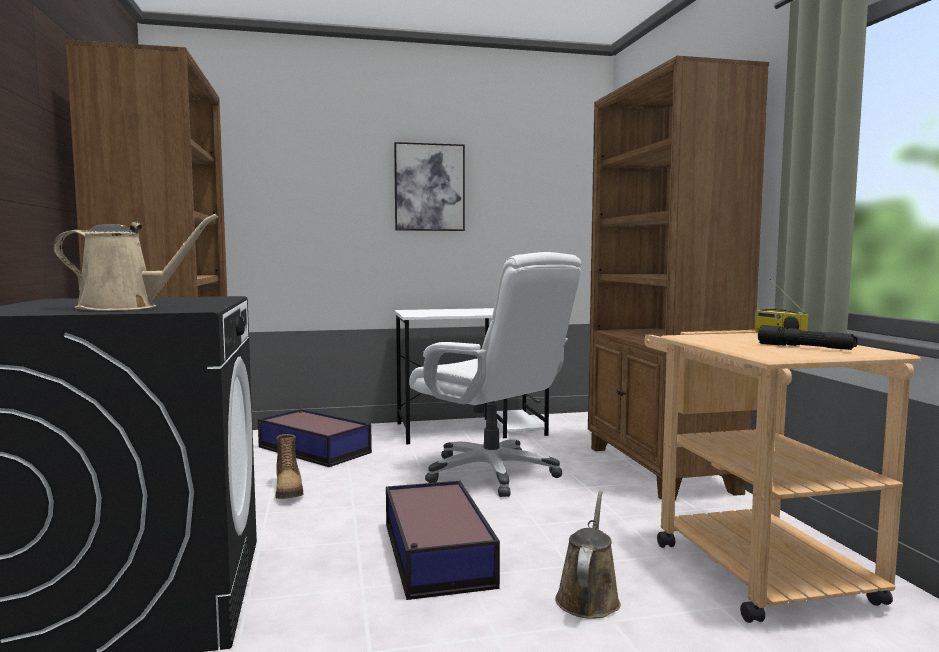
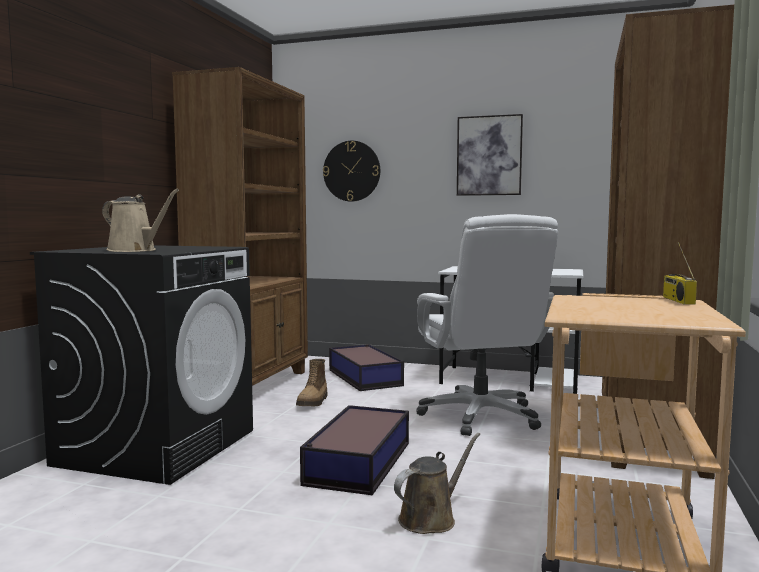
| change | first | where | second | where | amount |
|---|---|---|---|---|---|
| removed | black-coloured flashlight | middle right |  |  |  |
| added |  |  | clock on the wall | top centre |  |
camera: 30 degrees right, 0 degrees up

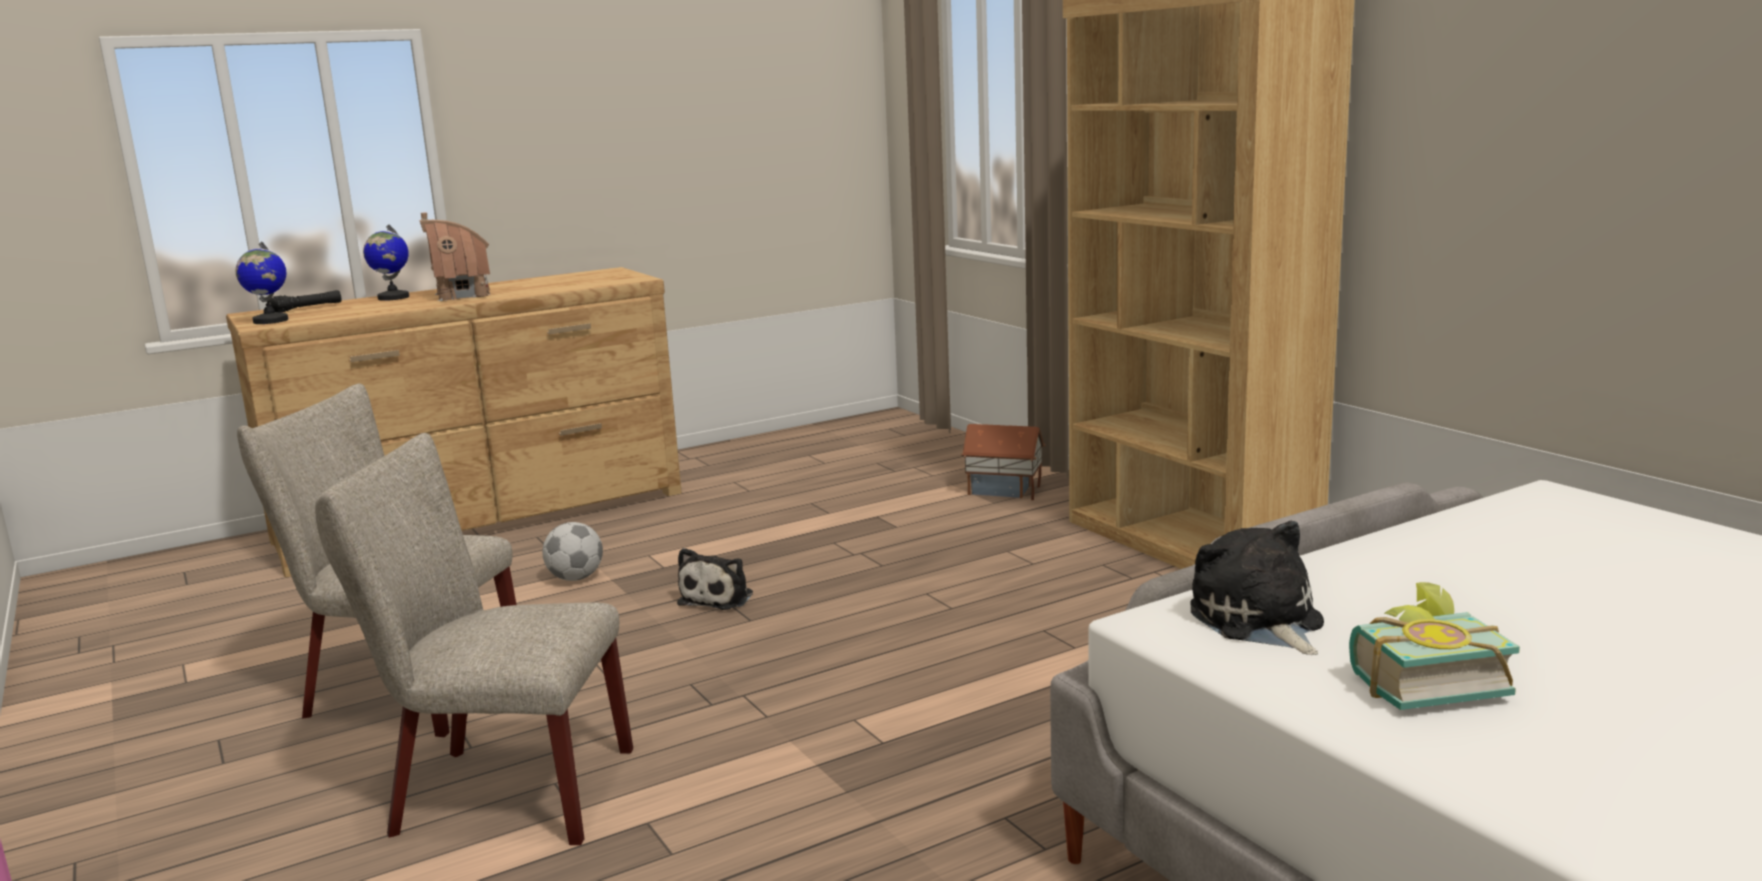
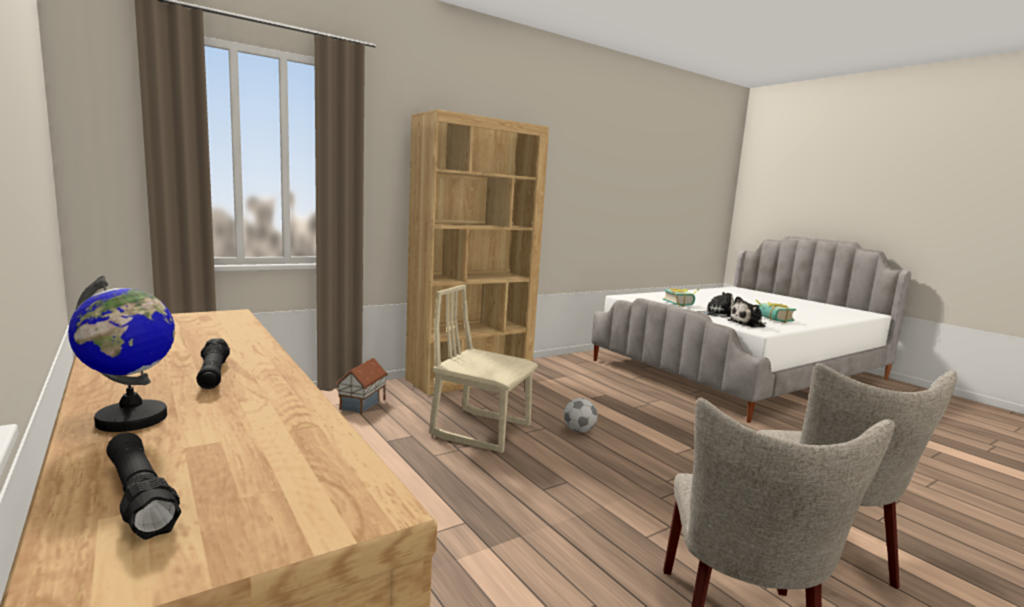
| change | first | where | second | where | amount |
|---|---|---|---|---|---|
| removed | globe (1st from left) | top left |  |  |  |
| added |  |  | beige-coloured plain chair (1st from left) | centre |  |
| added |  |  | bound book (1st from left) | centre |  |
| moved | football ball | middle left |  | bottom centre |  |
| moved | plush toy (1st from left) | centre |  | middle right |  |
| replaced | toy house (1st from left) | top left | black-coloured flashlight (2nd from left) | middle left |  |
camera: 95 degrees left, 5 degrees down

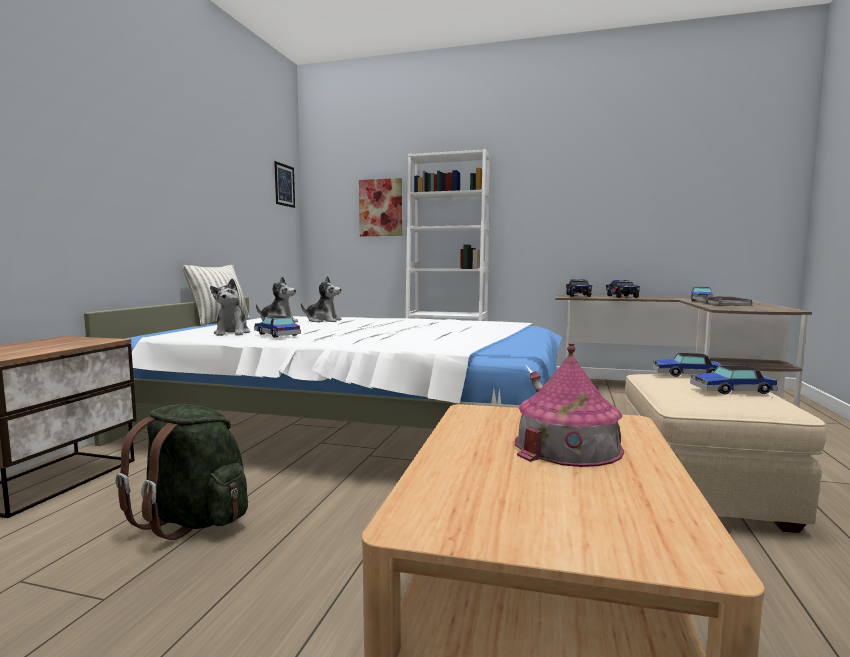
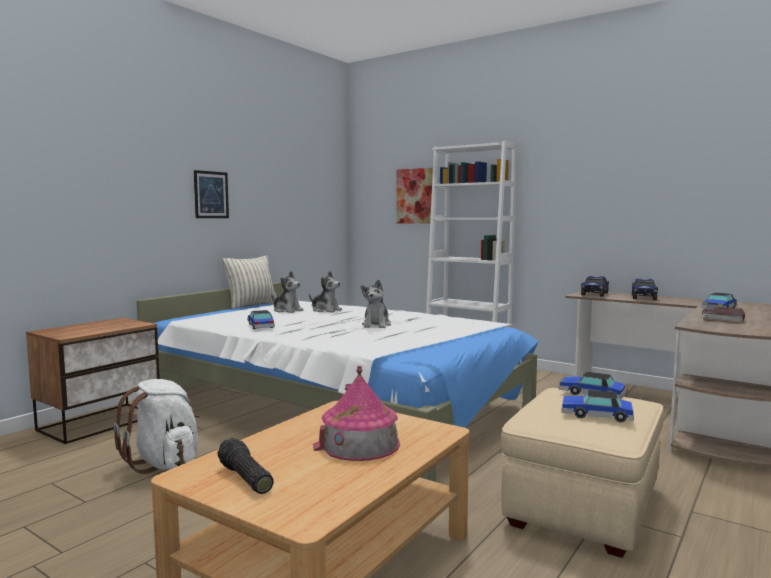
| change | first | where | second | where | amount |
|---|---|---|---|---|---|
| added |  |  | flashlight | bottom left |  |
| moved | plush toy (1st from left in the first image) | middle left | plush toy (3rd from left) | centre |  |
| moved | wall art (1st from left) | top centre |  | middle left |  |
| recoloured | green-coloured backpack | bottom left | white-coloured backpack | bottom left |  |
camera: 20 degrees right, 0 degrees up

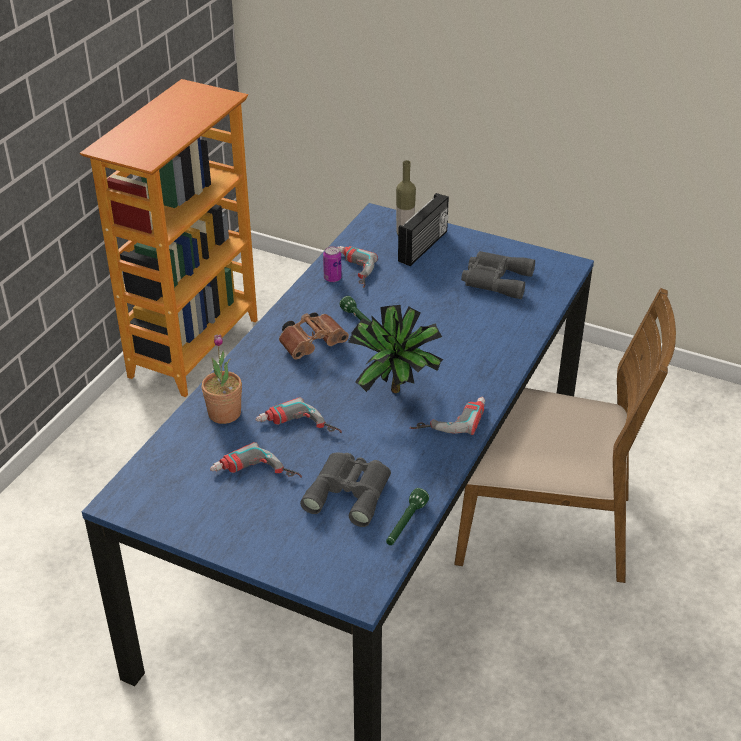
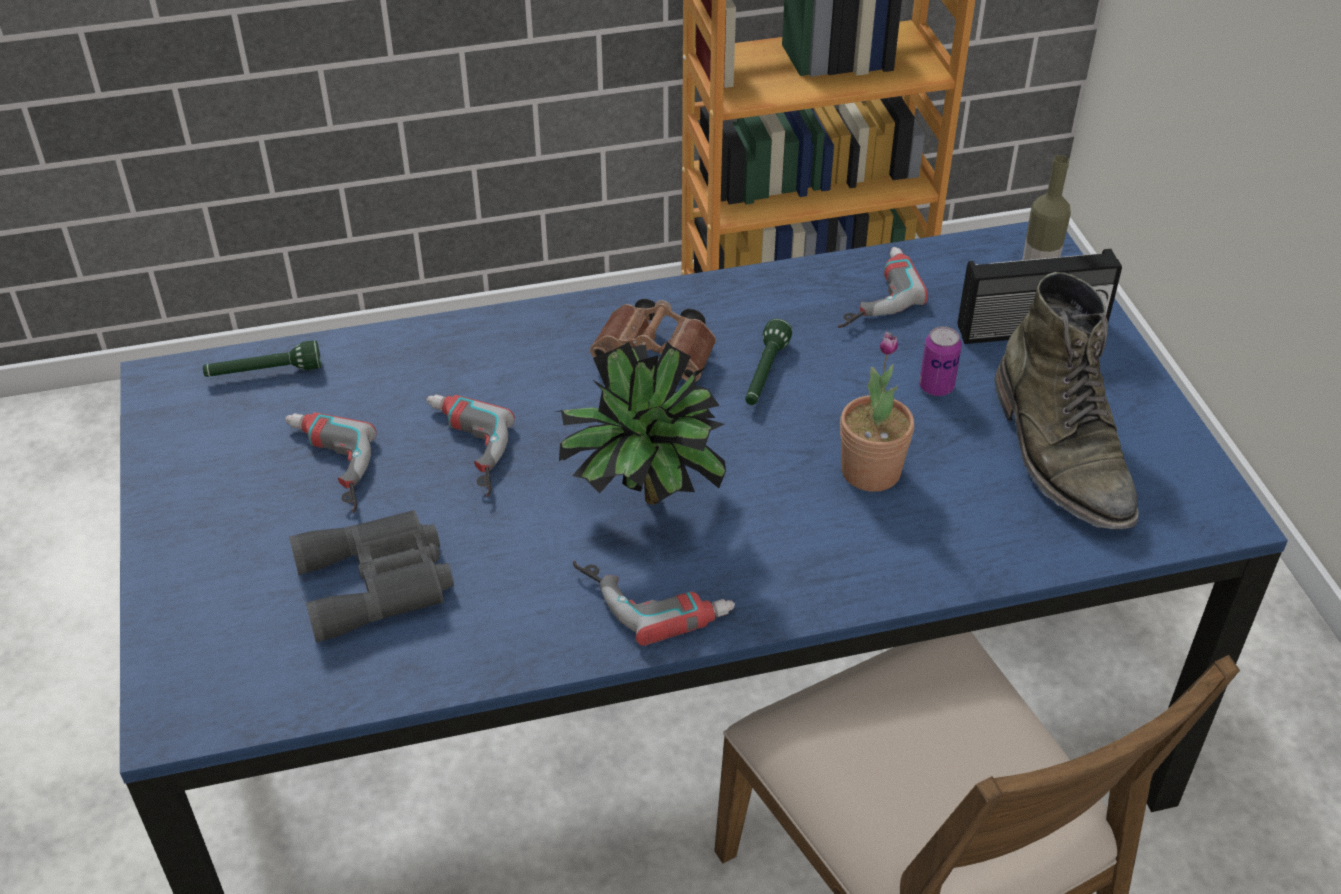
| change | first | where | second | where | amount |
|---|---|---|---|---|---|
| moved | potted plant (1st from left in the first image) | middle left | potted plant (2nd from left) | centre |  |
| moved | can | centre |  | middle right |  |
| moved | green-coloured flashlight (2nd from left in the first image) | bottom centre | green-coloured flashlight (1st from left) | middle left |  |
| replaced | gray field glasses (2nd from left) | middle right | green-coloured boot | middle right |  |
camera: 50 degrees right, 5 degrees up

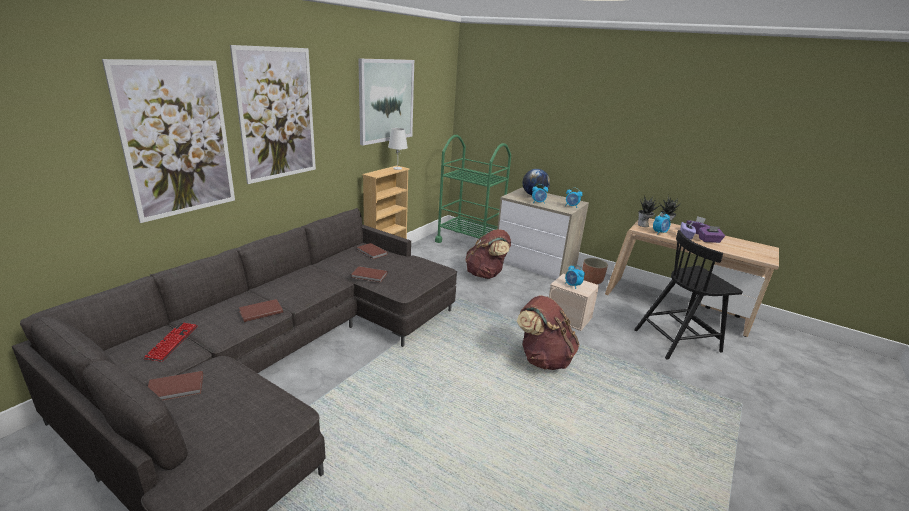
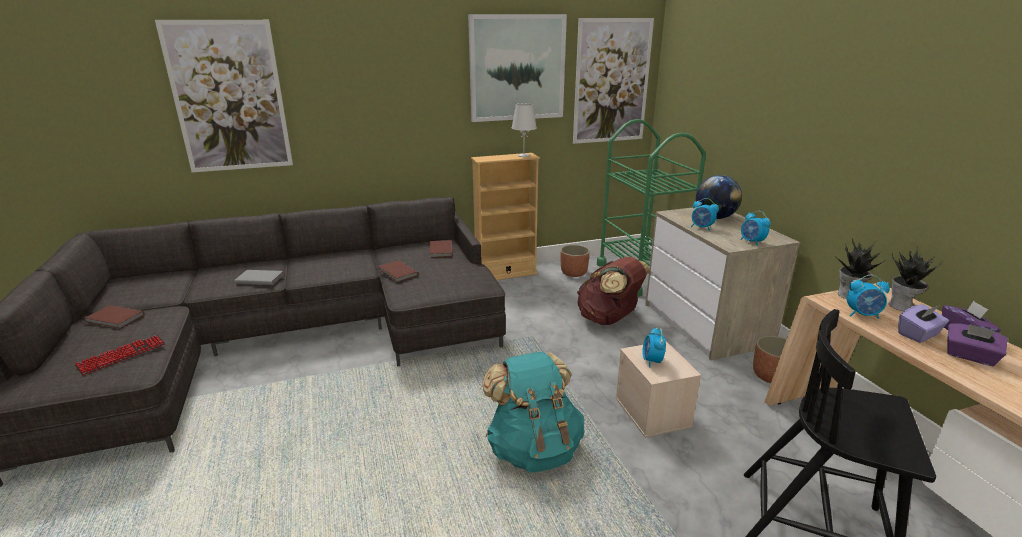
| change | first | where | second | where | amount |
|---|---|---|---|---|---|
| added |  |  | planter (1st from left) | centre |  |
| moved | computer keyboard | bottom left |  | middle left |  |
| moved | wall art (2nd from left in the first image) | top left | wall art (3rd from left) | top centre |  |
| recoloured | brown-coloured bound book (2nd from left) | middle left | gray bound book | middle left |  |
| recoloured | brown-coloured backpack (2nd from left) | centre | turquoise-coloured backpack | bottom centre |  |
camera: 40 degrees right, 0 degrees up

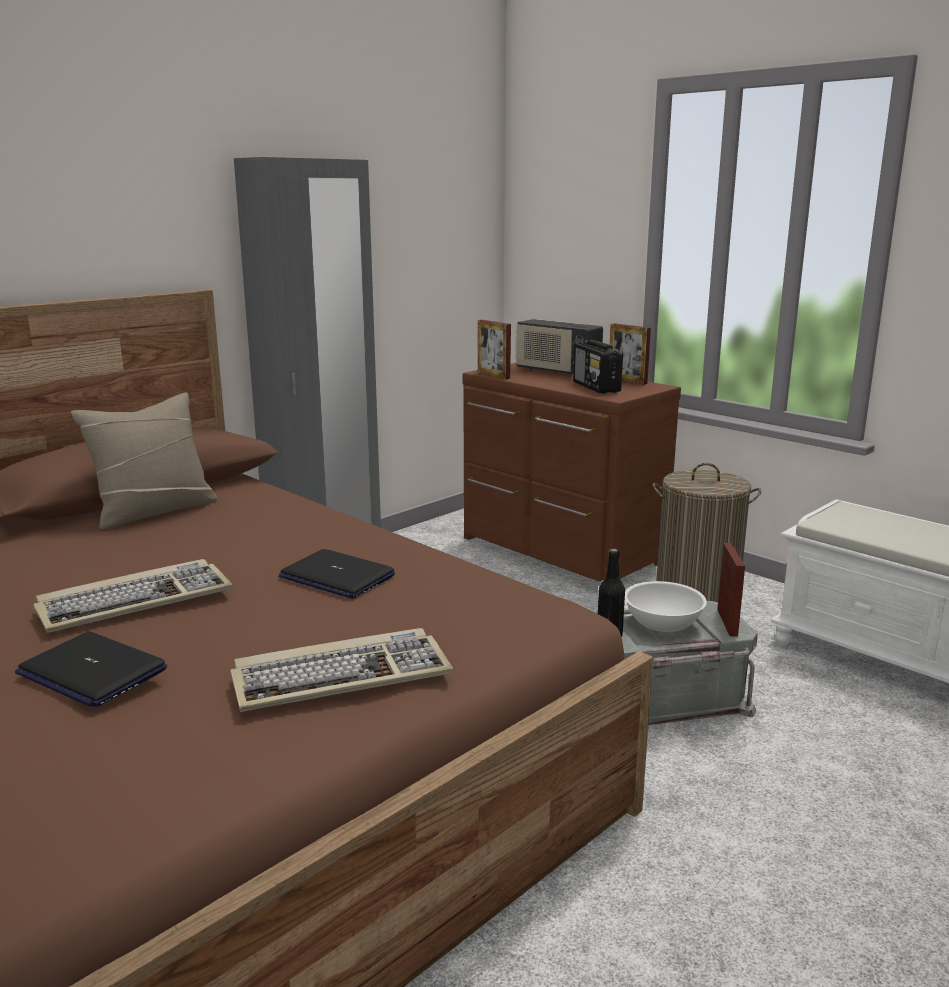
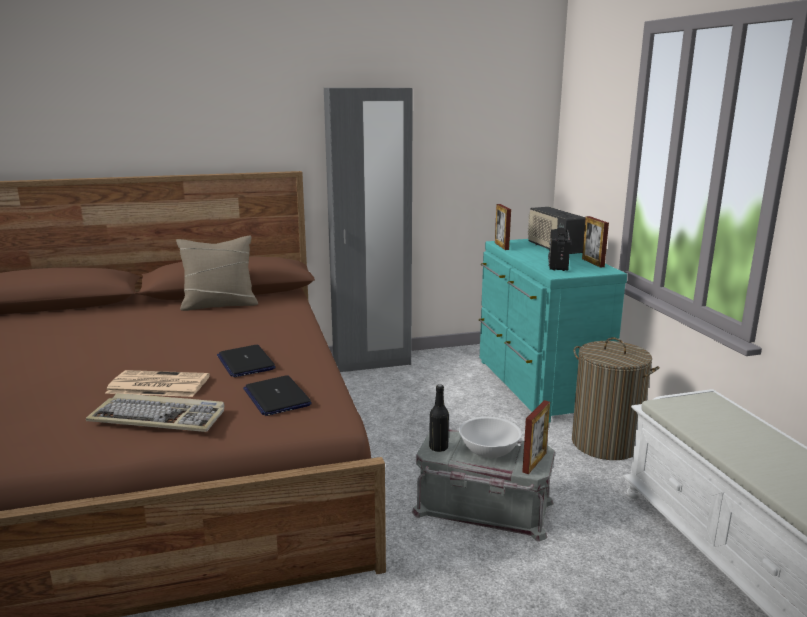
| change | first | where | second | where | amount |
|---|---|---|---|---|---|
| removed | computer keyboard (1st from left) | middle left |  |  |  |
| added |  |  | printed paper | middle left |  |
| moved | laptop (1st from left in the first image) | bottom left | laptop (2nd from left) | centre |  |
| recoloured | brown-coloured drawer chest | centre | turquoise-coloured drawer chest | middle right |  |
camera: 30 degrees right, 0 degrees up

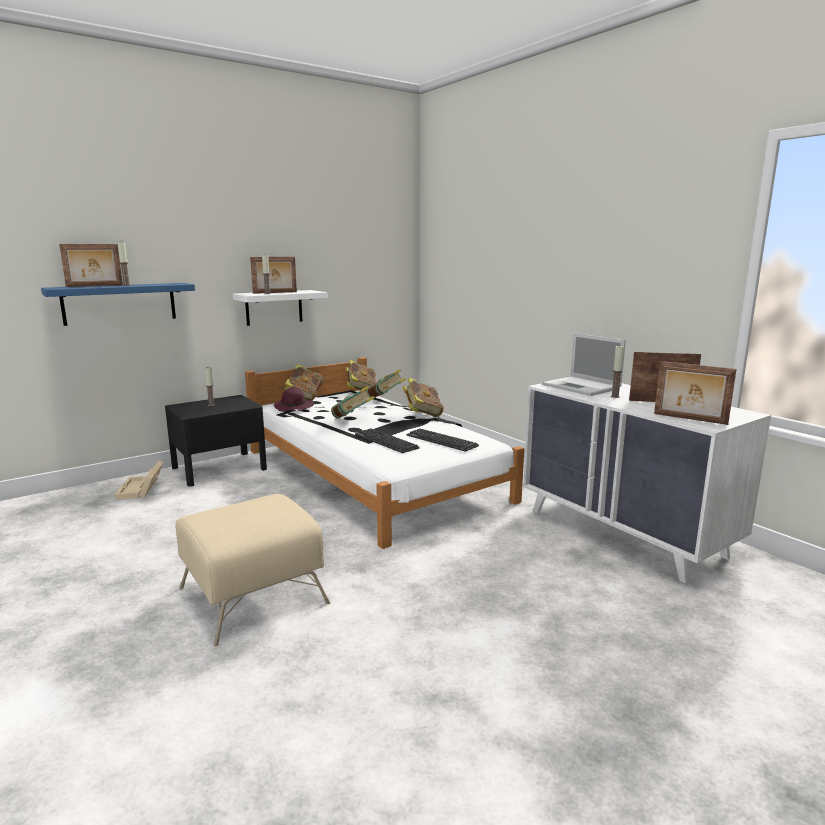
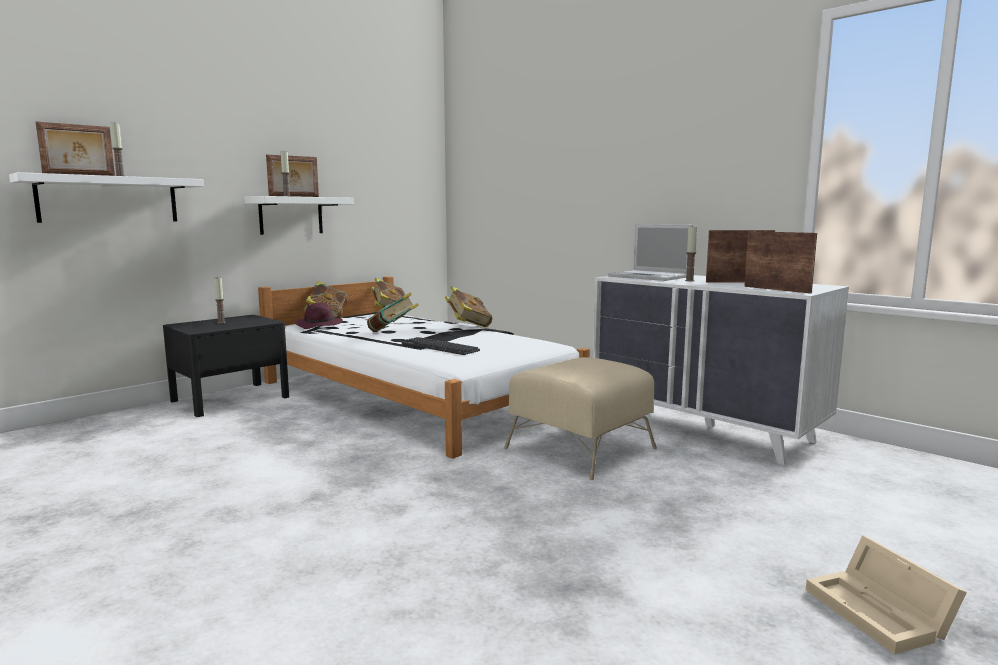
| change | first | where | second | where | amount |
|---|---|---|---|---|---|
| removed | bound book (4th from left) | centre |  |  |  |
| removed | computer keyboard (2nd from left) | centre |  |  |  |
| moved | beige-coloured storage bin | middle left |  | bottom right |  |
| moved | beige-coloured pouffe | bottom left |  | centre |  |
| recoloured | blue wall shelf | middle left | white-coloured wall shelf (1st from left) | top left |  |
| turned | standing frame (4th from left) | middle right |  | middle right | 150 degrees counterclockwise |
camera: 10 degrees left, 5 degrees down

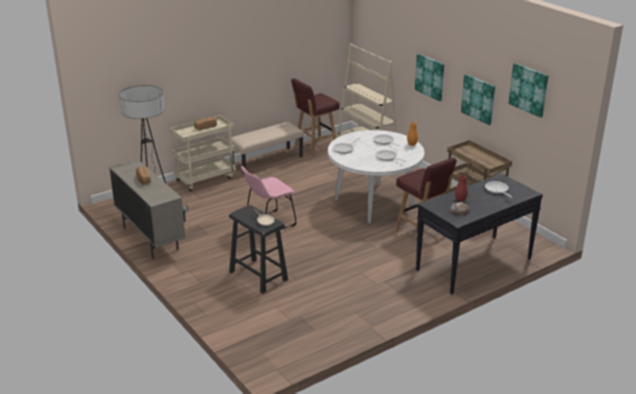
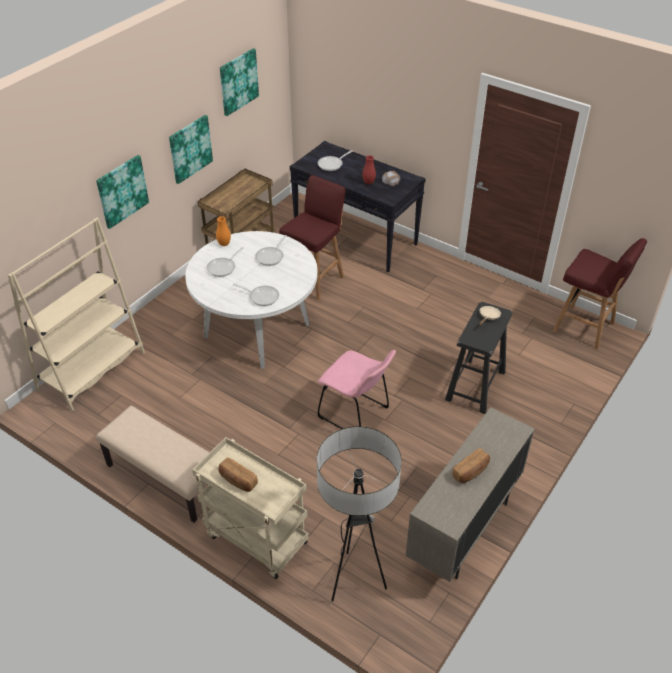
| change | first | where | second | where | amount |
|---|---|---|---|---|---|
| moved | red stool seat (1st from left in the first image) | top centre | red stool seat (2nd from left) | middle right |  |
camera: 110 degrees left, 15 degrees up

